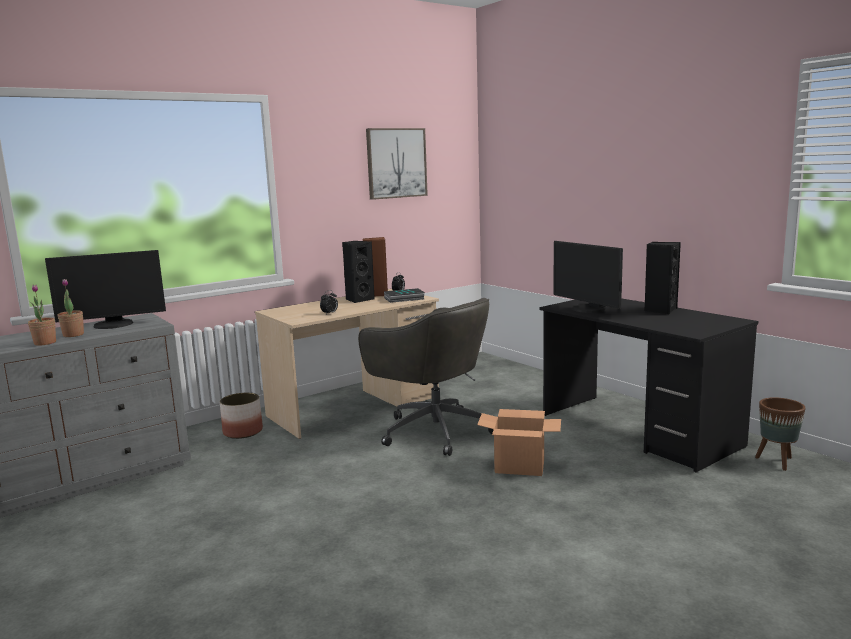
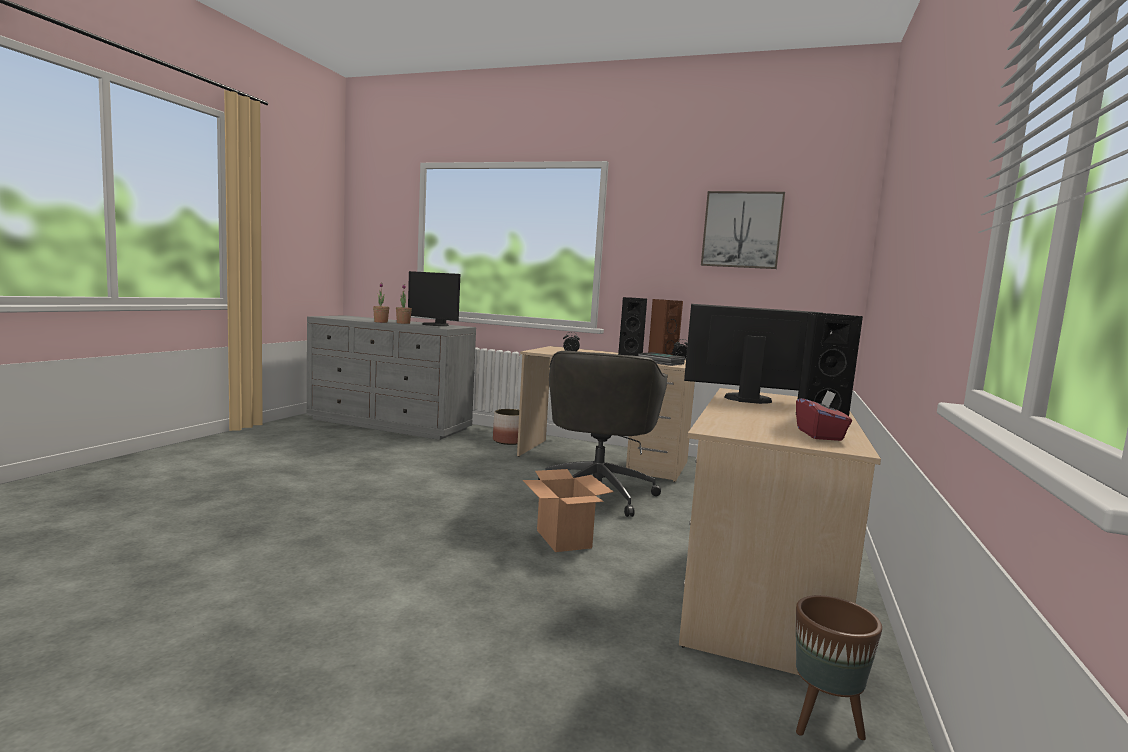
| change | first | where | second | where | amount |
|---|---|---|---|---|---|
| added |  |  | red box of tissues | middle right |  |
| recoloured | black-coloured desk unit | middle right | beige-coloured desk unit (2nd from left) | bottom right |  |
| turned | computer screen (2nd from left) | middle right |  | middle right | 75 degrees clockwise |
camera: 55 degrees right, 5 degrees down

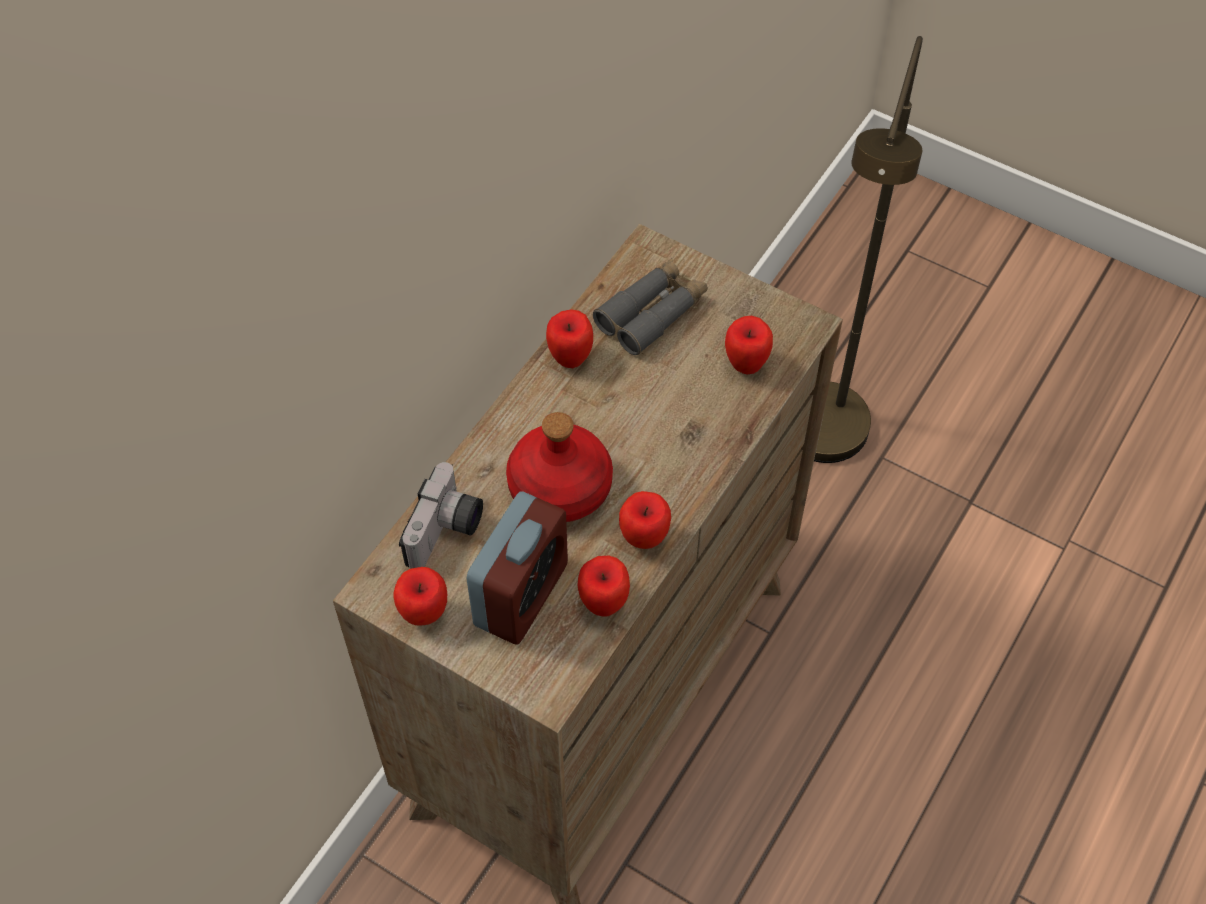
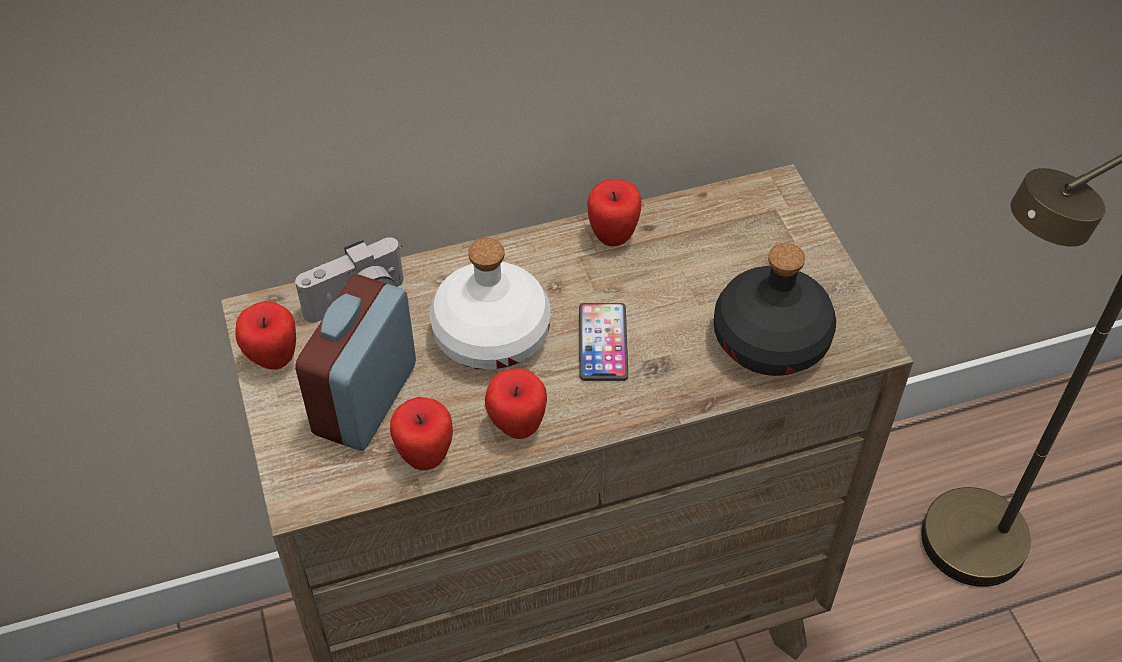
| change | first | where | second | where | amount |
|---|---|---|---|---|---|
| removed | gray field glasses | centre |  |  |  |
| added |  |  | handset | centre |  |
| replaced | apple fruit (5th from left) | centre | black-coloured beverage bottle | middle right |  |
| recoloured | red beverage bottle | centre | white-coloured beverage bottle | centre |  |
| turned | table clock | centre |  | middle left | 135 degrees clockwise |
camera: 40 degrees right, 5 degrees down

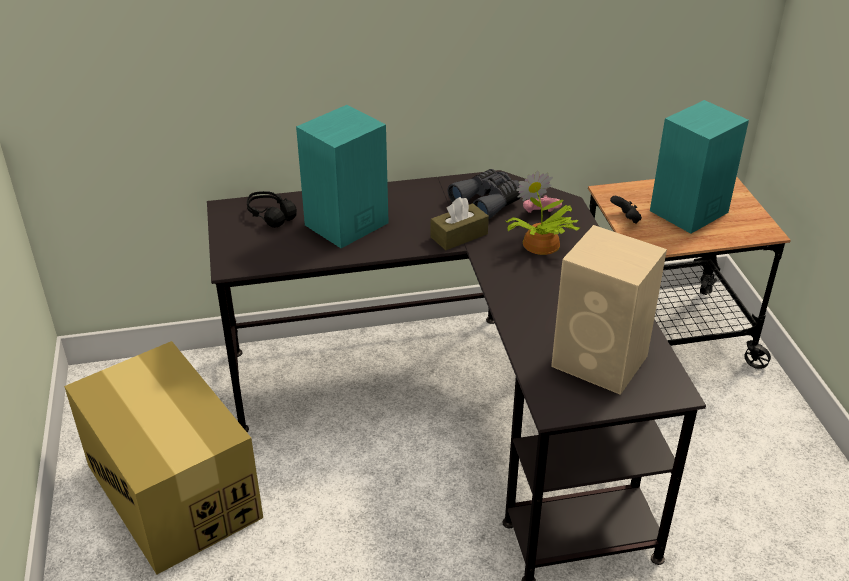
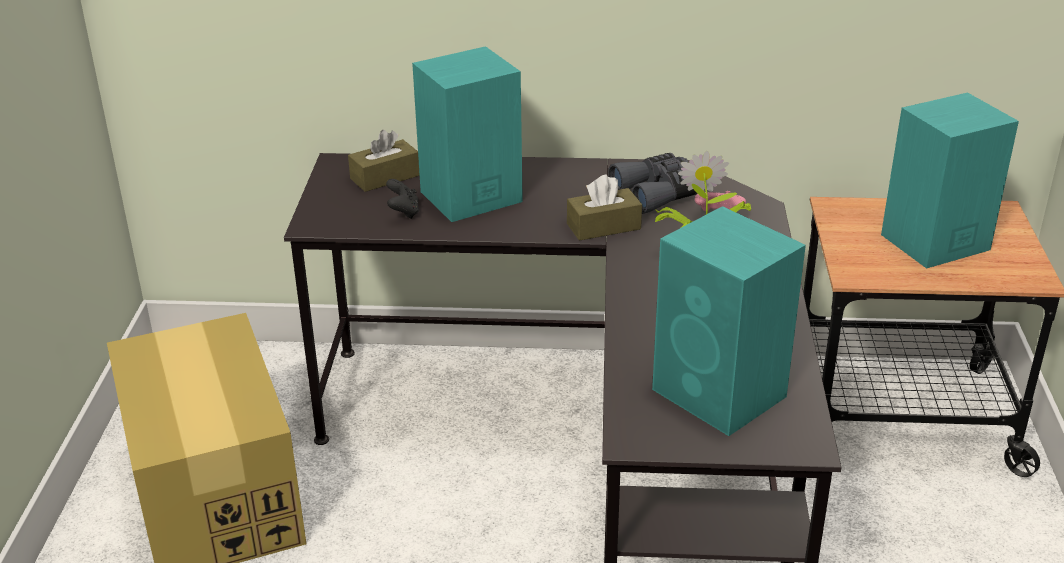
| change | first | where | second | where | amount |
|---|---|---|---|---|---|
| moved | black-coloured gamepad | middle right |  | centre |  |
| replaced | black-coloured headset | middle left | brown-coloured box of tissues (1st from left) | top centre |  |
| recoloured | beige-coloured audio speaker | middle right | turquoise-coloured audio speaker (2nd from left) | middle right |  |
camera: 15 degrees right, 5 degrees down

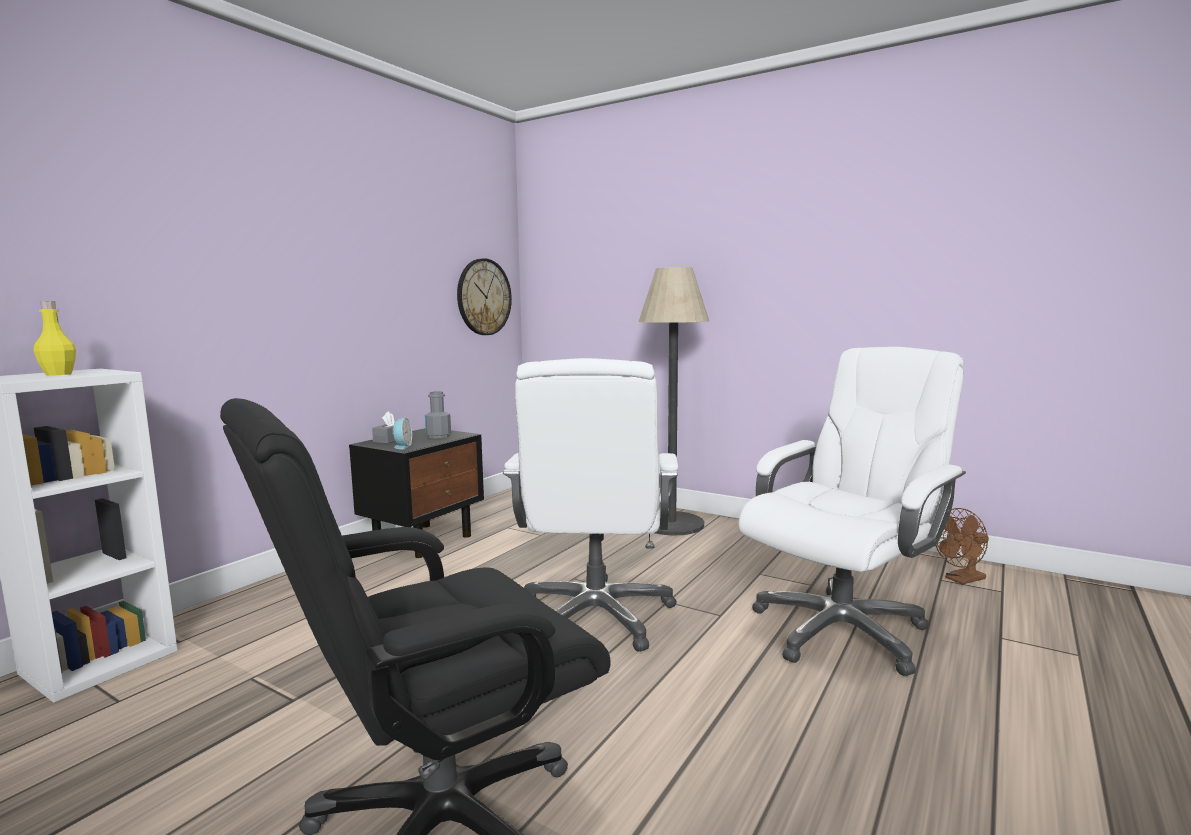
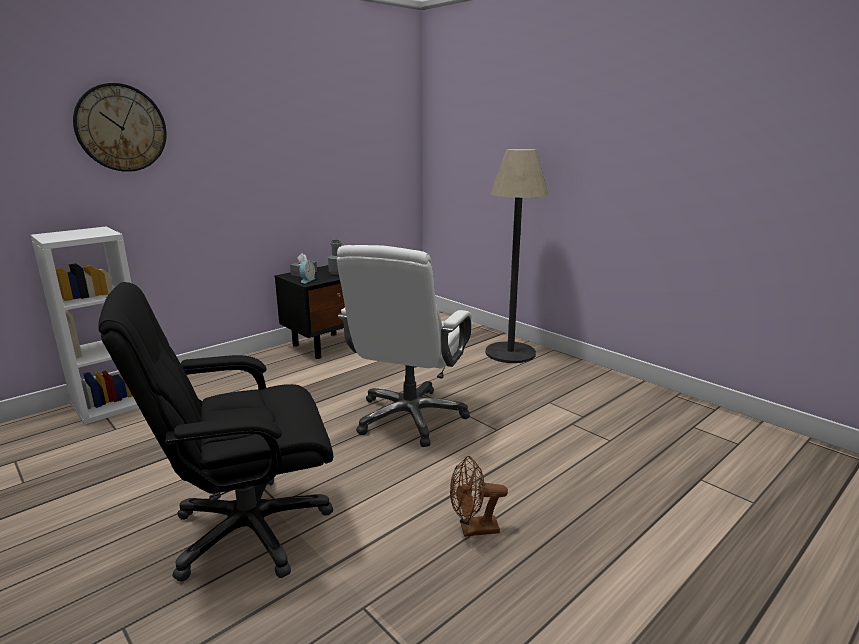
| change | first | where | second | where | amount |
|---|---|---|---|---|---|
| removed | yellowish beverage bottle | middle left |  |  |  |
| removed | white-coloured office chair (2nd from left) | middle right |  |  |  |
| moved | clock on the wall | centre |  | top left |  |
| moved | brown-coloured cooling fan | middle right |  | bottom centre |  |
camera: 15 degrees right, 10 degrees up

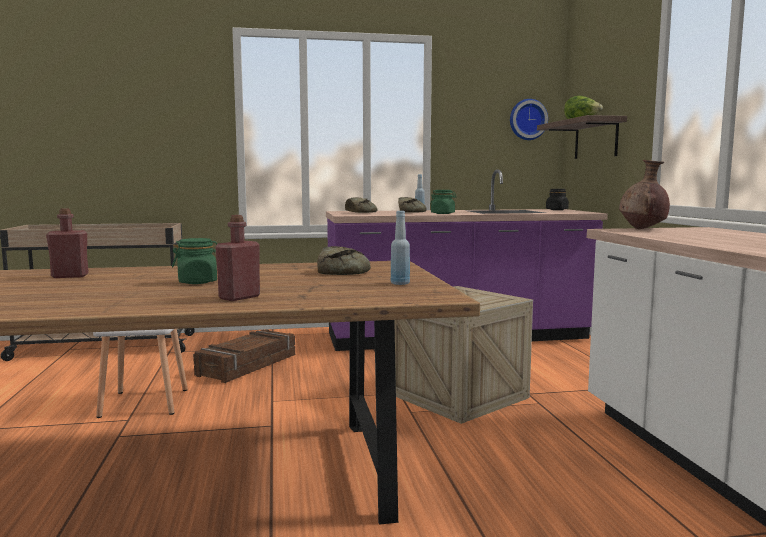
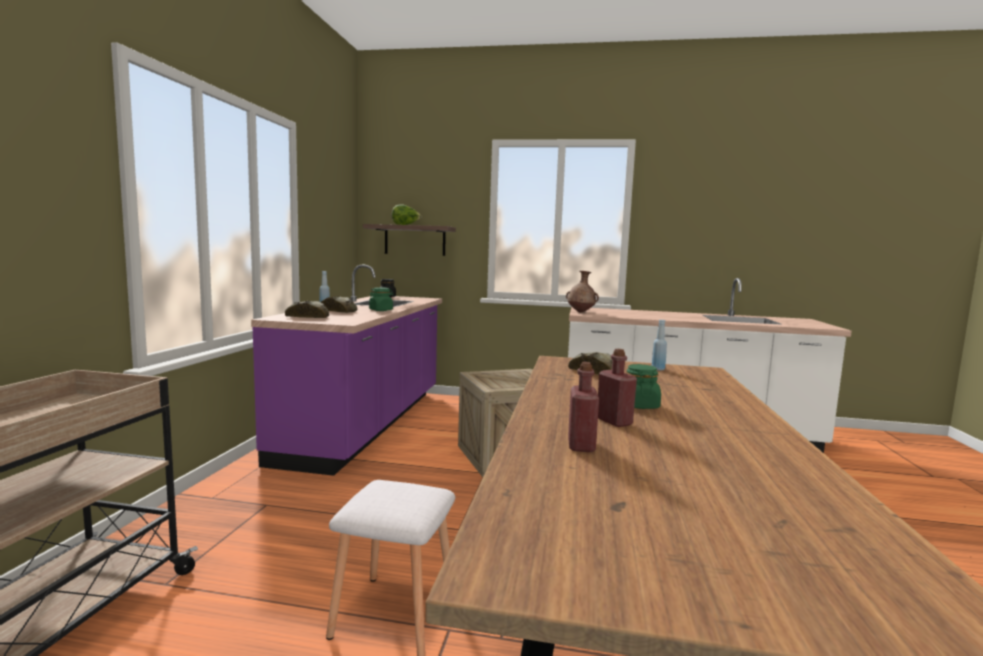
| change | first | where | second | where | amount |
|---|---|---|---|---|---|
| removed | packing crate (1st from left) | middle left |  |  |  |
| removed | clock on the wall | top right |  |  |  |
| moved | red beverage bottle (2nd from left) | middle left |  | centre |  |
camera: 70 degrees left, 0 degrees up

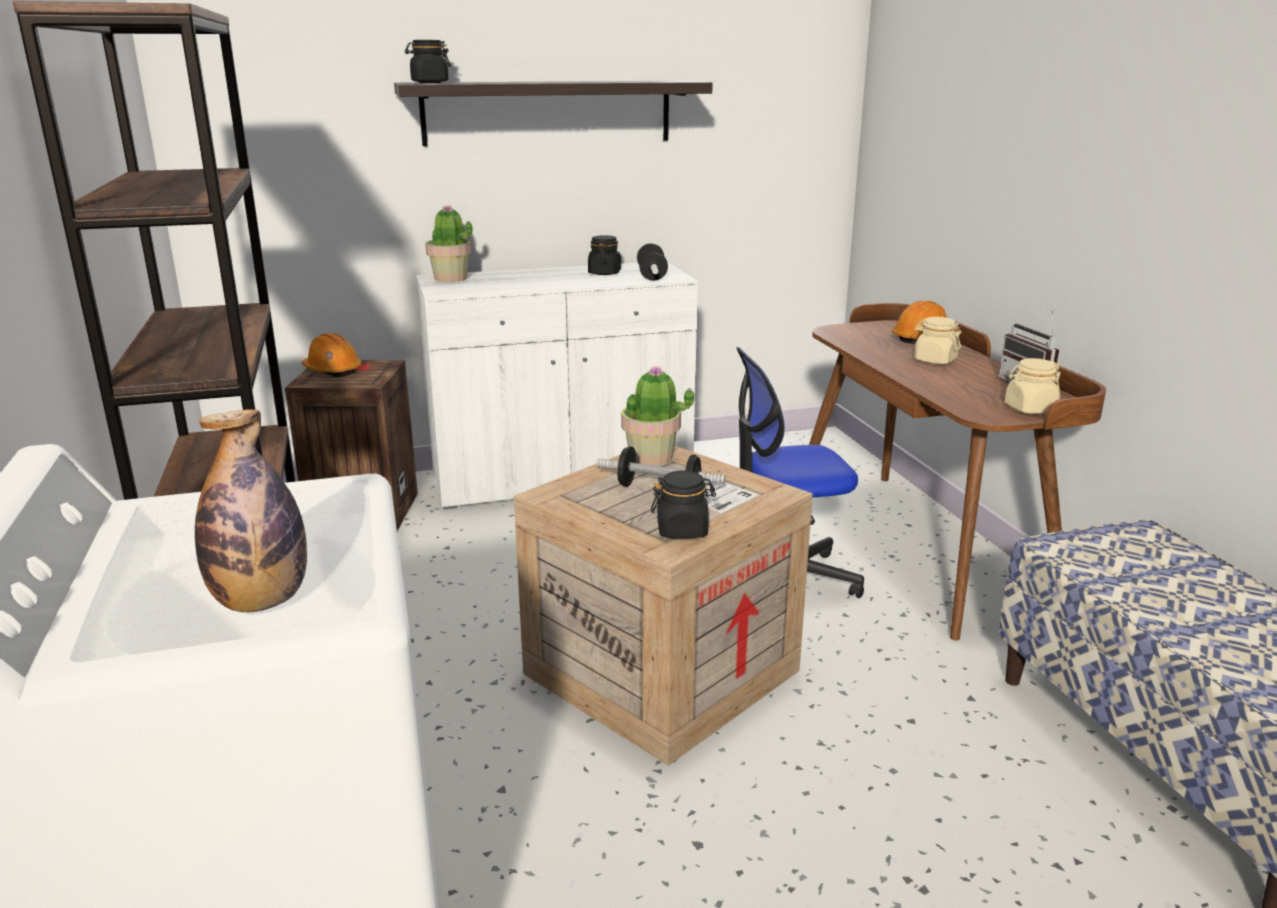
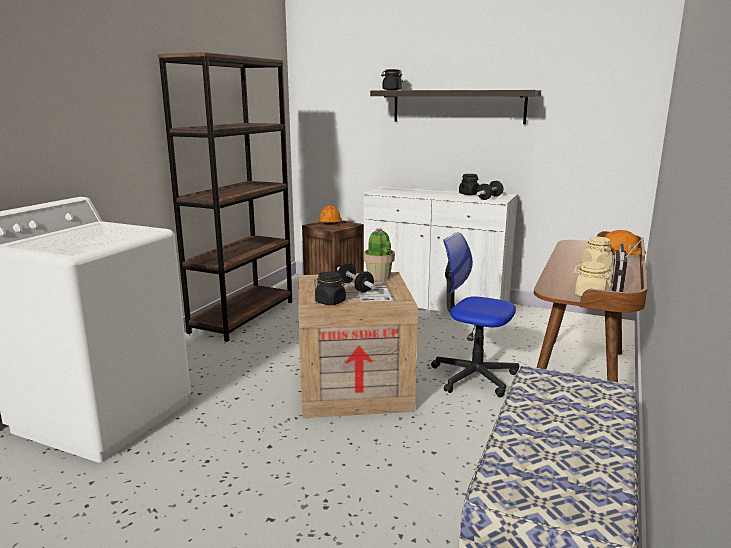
| change | first | where | second | where | amount |
|---|---|---|---|---|---|
| removed | beverage bottle | middle left |  |  |  |
| removed | potted plant (1st from left) | top centre |  |  |  |
camera: 40 degrees right, 5 degrees down

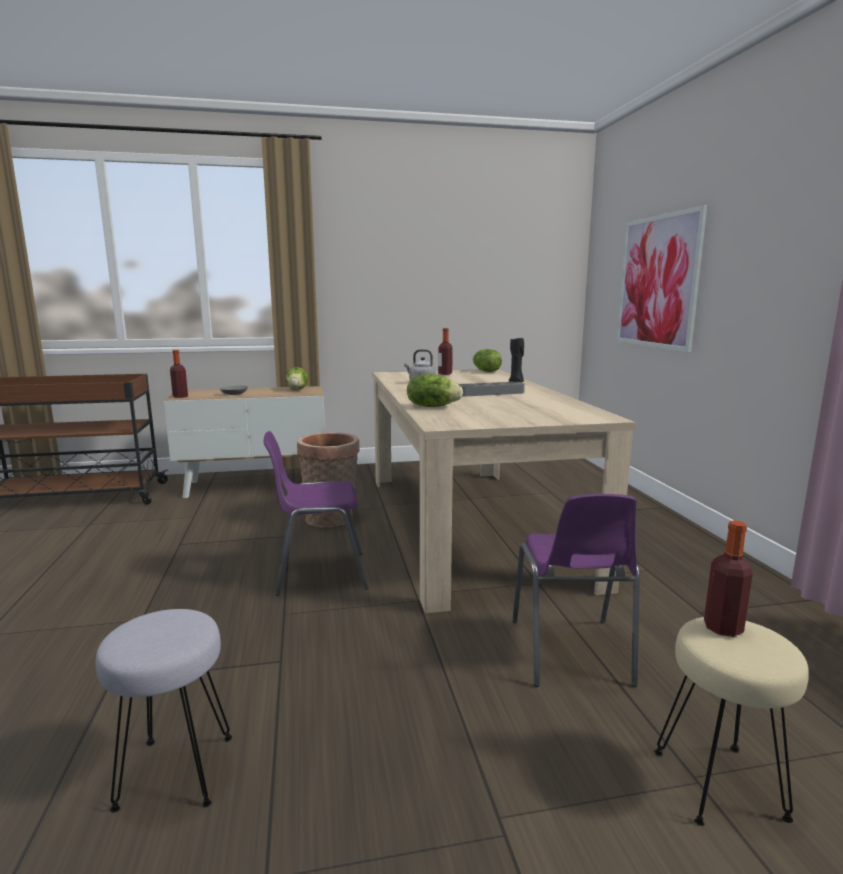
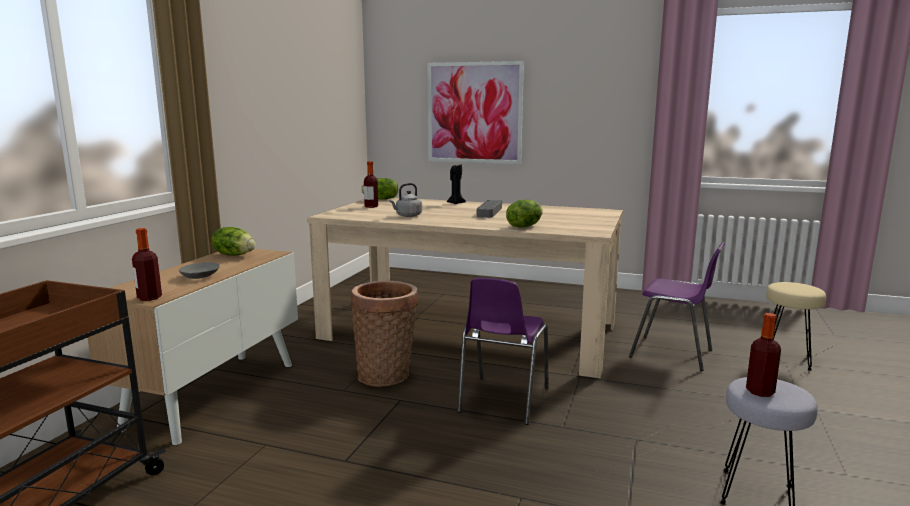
| change | first | where | second | where | amount |
|---|---|---|---|---|---|
| moved | beverage bottle (3rd from left) | middle right |  | bottom right |  |
camera: 60 degrees left, 0 degrees up

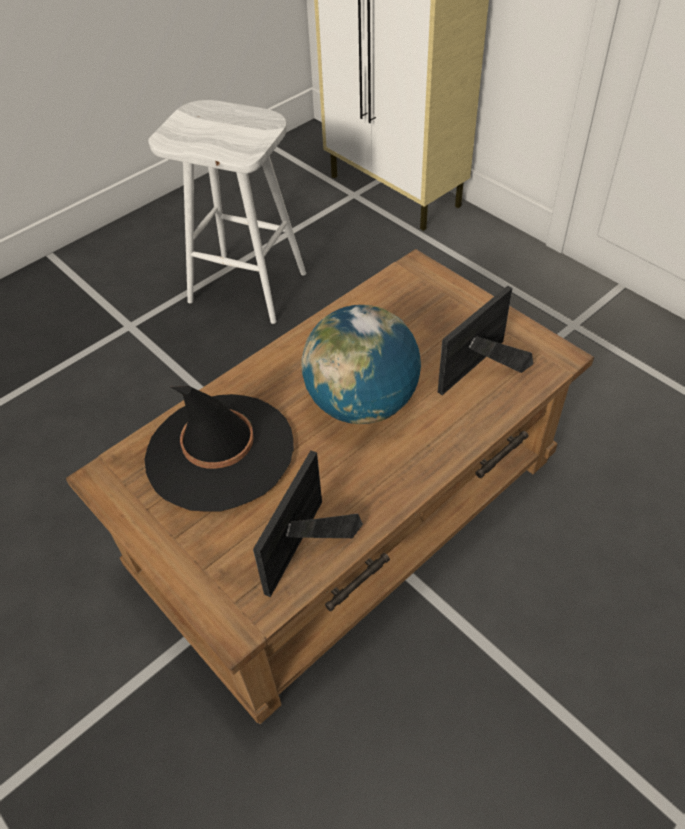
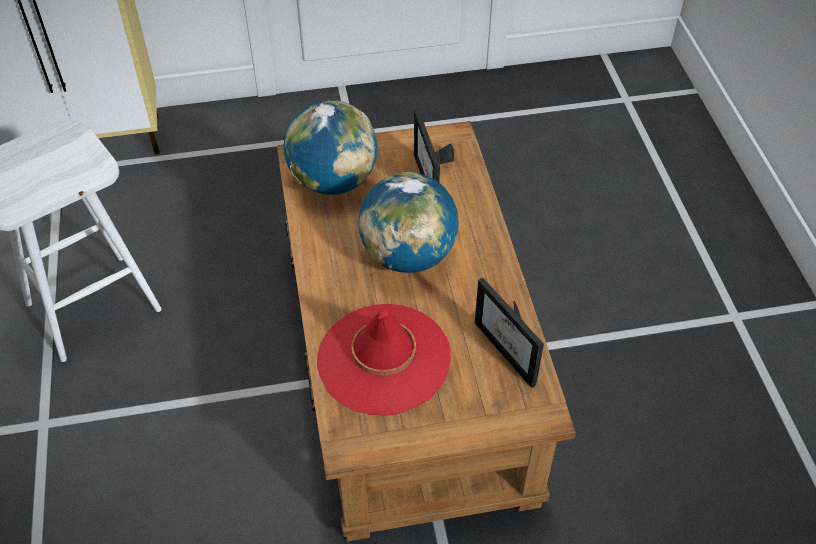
| change | first | where | second | where | amount |
|---|---|---|---|---|---|
| added |  |  | globe (1st from left) | top centre |  |
| recoloured | black-coloured clothing hat | middle left | red clothing hat | centre |  |
camera: 60 degrees left, 0 degrees up

